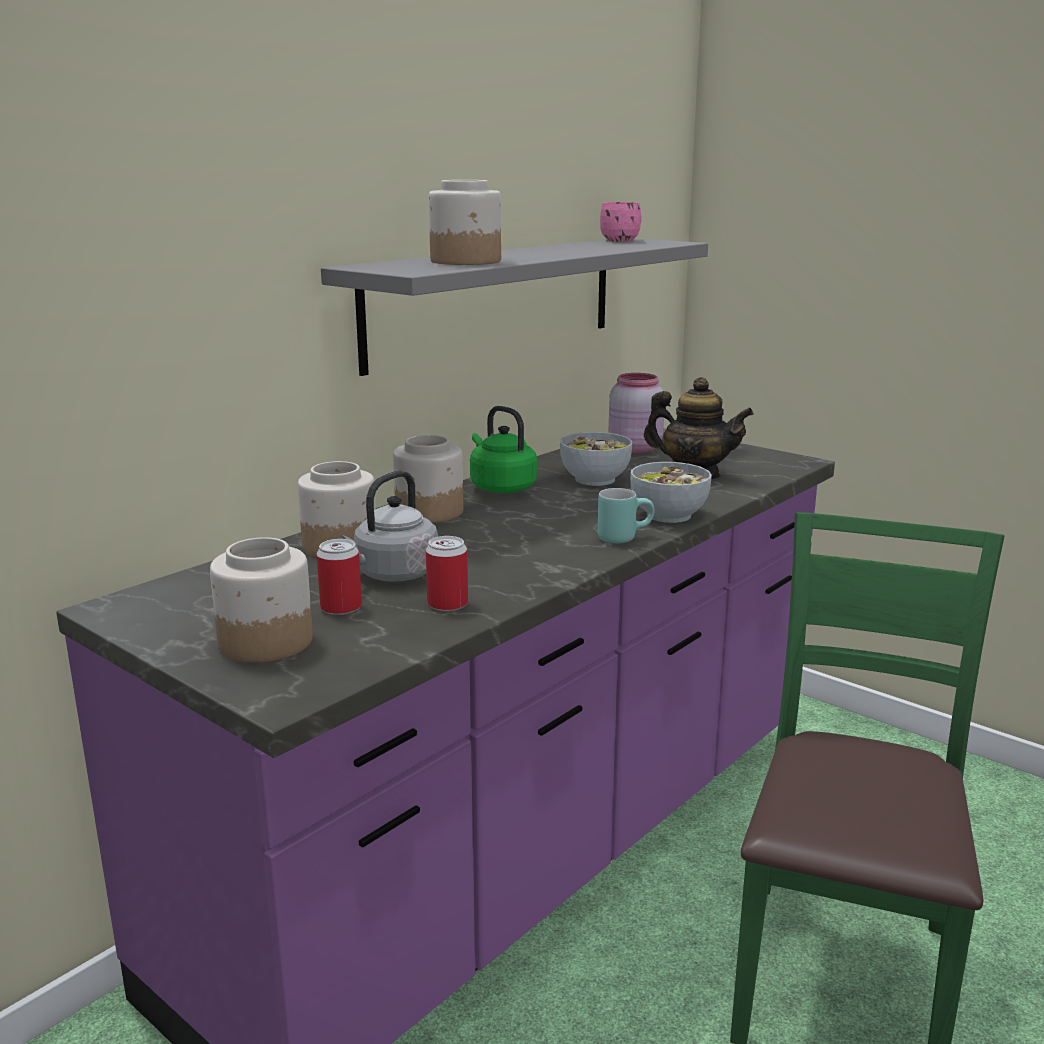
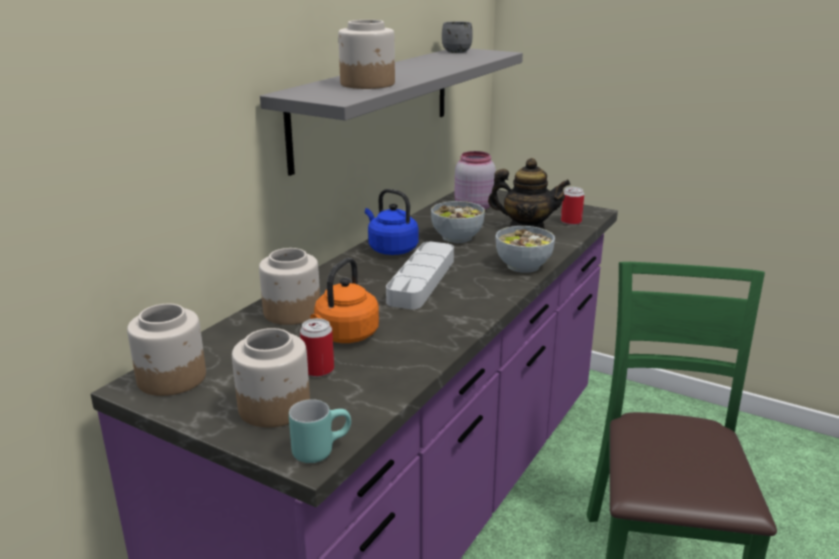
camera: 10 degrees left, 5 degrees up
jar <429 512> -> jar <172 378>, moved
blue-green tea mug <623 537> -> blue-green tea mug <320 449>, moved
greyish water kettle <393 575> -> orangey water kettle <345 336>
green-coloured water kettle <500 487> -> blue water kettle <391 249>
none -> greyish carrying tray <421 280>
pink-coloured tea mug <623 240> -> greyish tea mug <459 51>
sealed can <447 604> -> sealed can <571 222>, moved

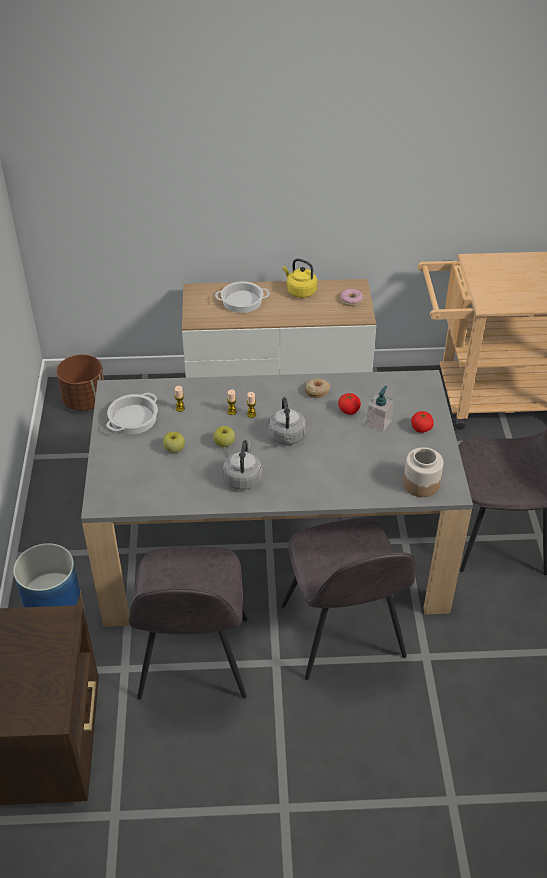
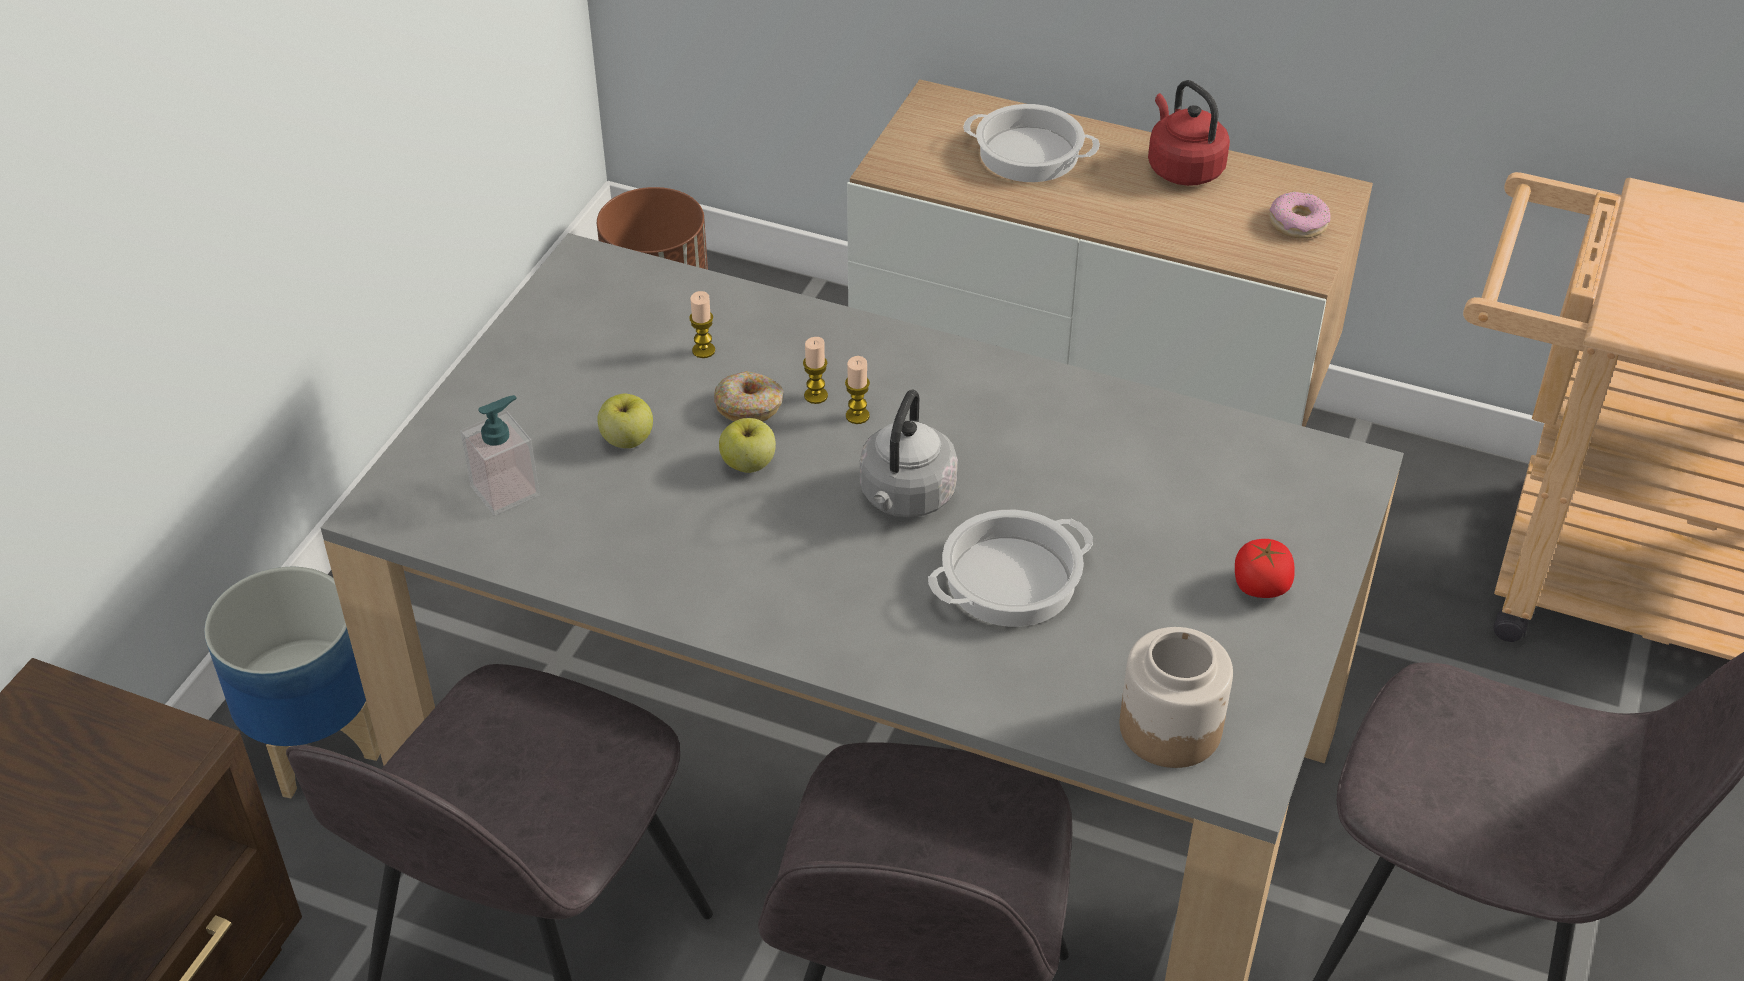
camera: 25 degrees right, 0 degrees up
soap bottle <379 423> -> soap bottle <505 491>, moved
donut <317 391> -> donut <749 406>, moved
saucepot <133 418> -> saucepot <1011 578>, moved
yellow-coloured water kettle <300 291> -> reddish water kettle <1182 168>
greyish water kettle <243 477> -> none
fresh tomato <349 410> -> none

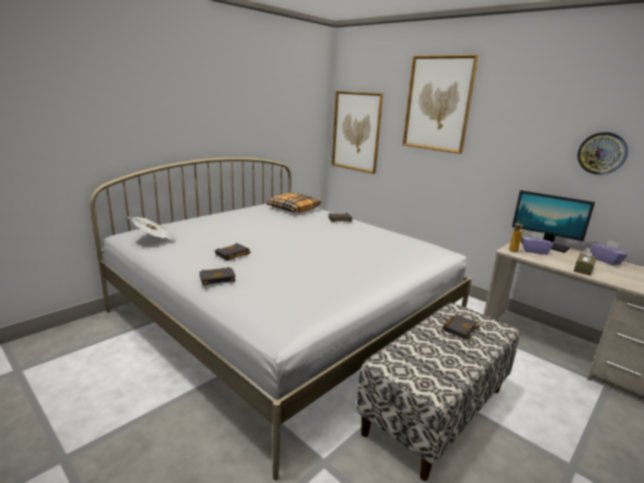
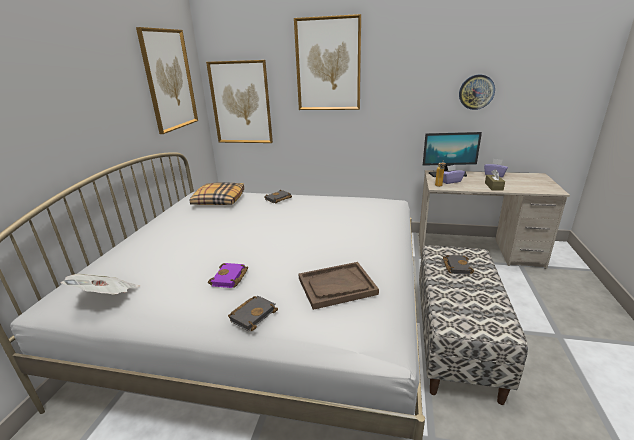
camera: 30 degrees left, 5 degrees up
none -> wall art <169 80>
black-coloured volume <232 255> -> purple-coloured volume <230 278>
none -> brown-coloured carrying tray <337 286>

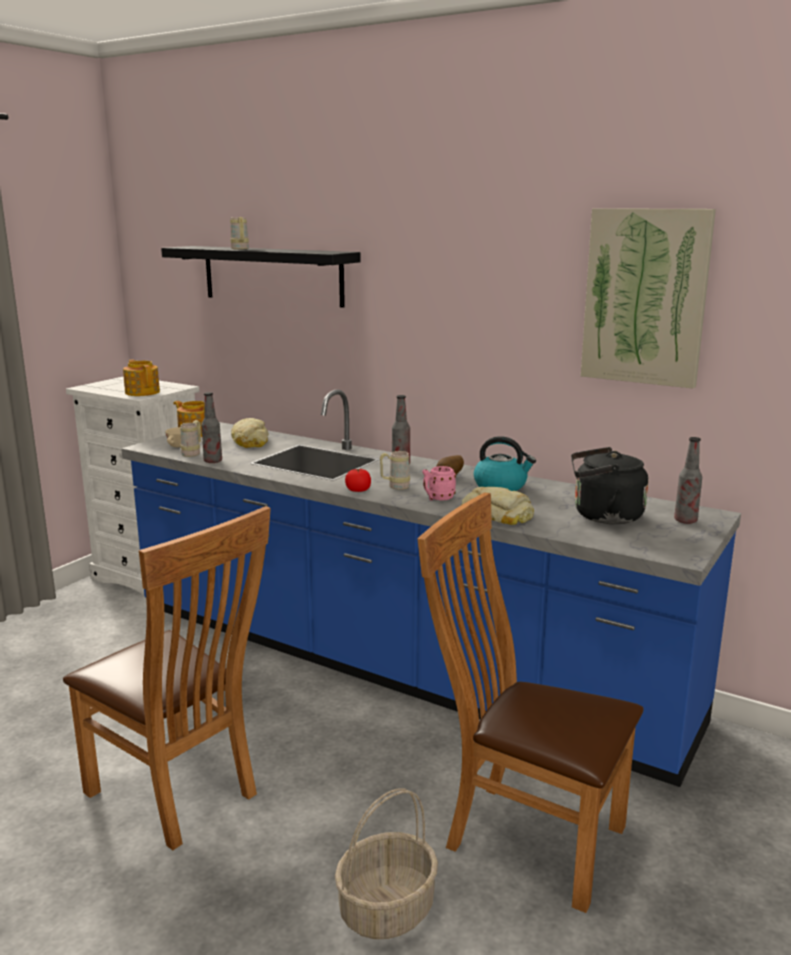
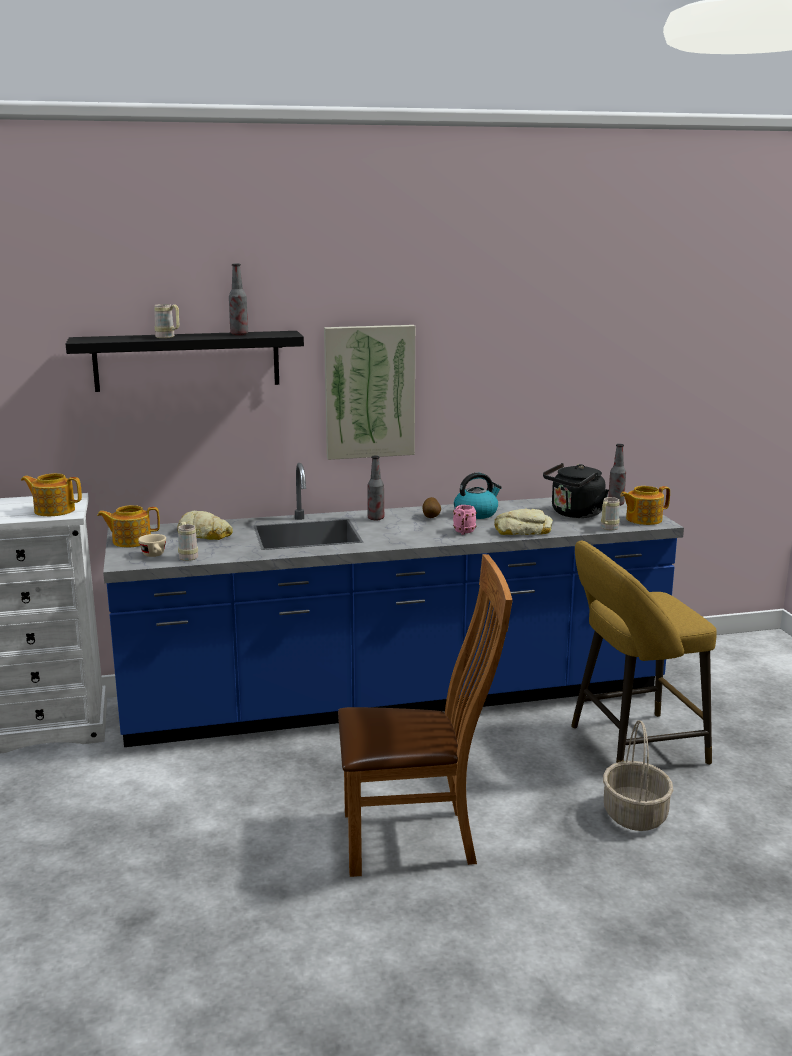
camera: 45 degrees left, 0 degrees up
drink bottle <213 461> -> drink bottle <239 334>, moved
wall art <645 297> -> wall art <369 391>, moved
brown-coloured chair <525 835> -> yellow-coloured stool <631 746>
beige-coloured tea mug <395 486> -> beige-coloured tea mug <607 528>, moved
none -> tea pot <643 519>
fresh tomato <358 490> -> none

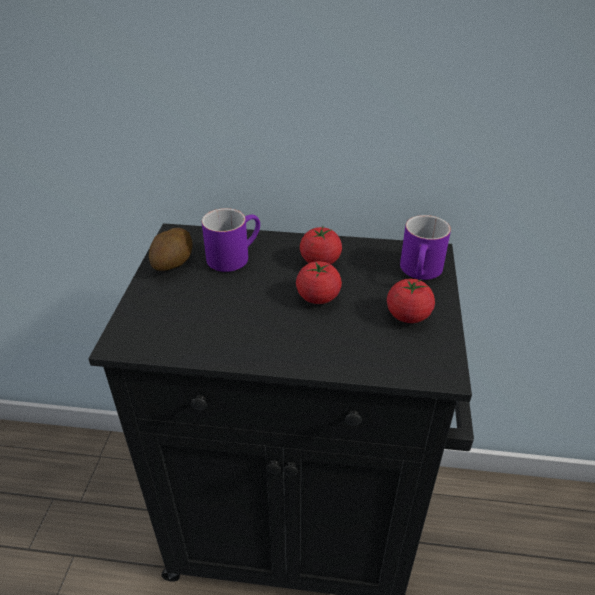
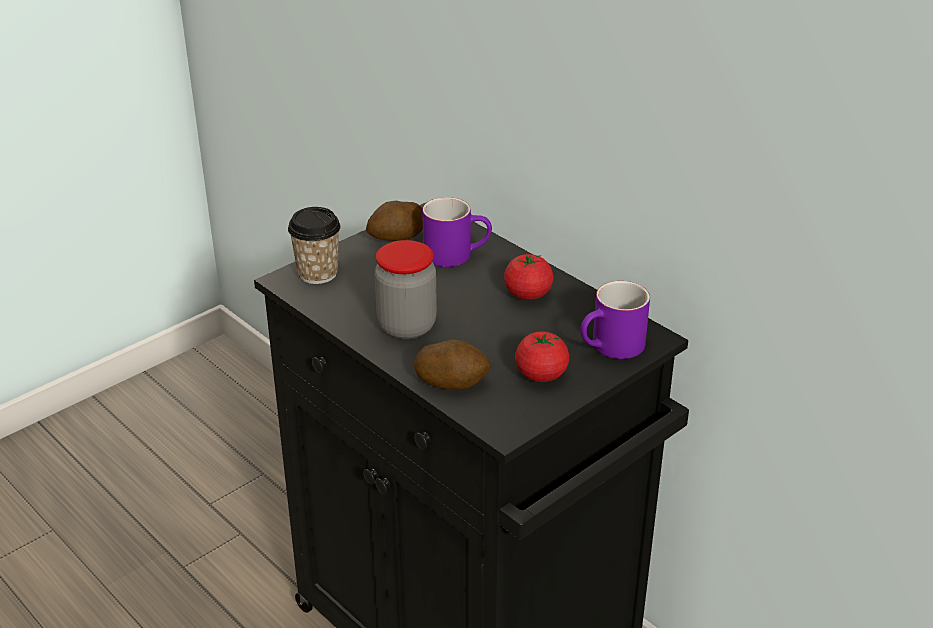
camera: 40 degrees right, 5 degrees down
none -> drinking cup <318 273>
none -> jar <407 326>
none -> whole potato <452 382>
fresh tomato <318 297> -> none

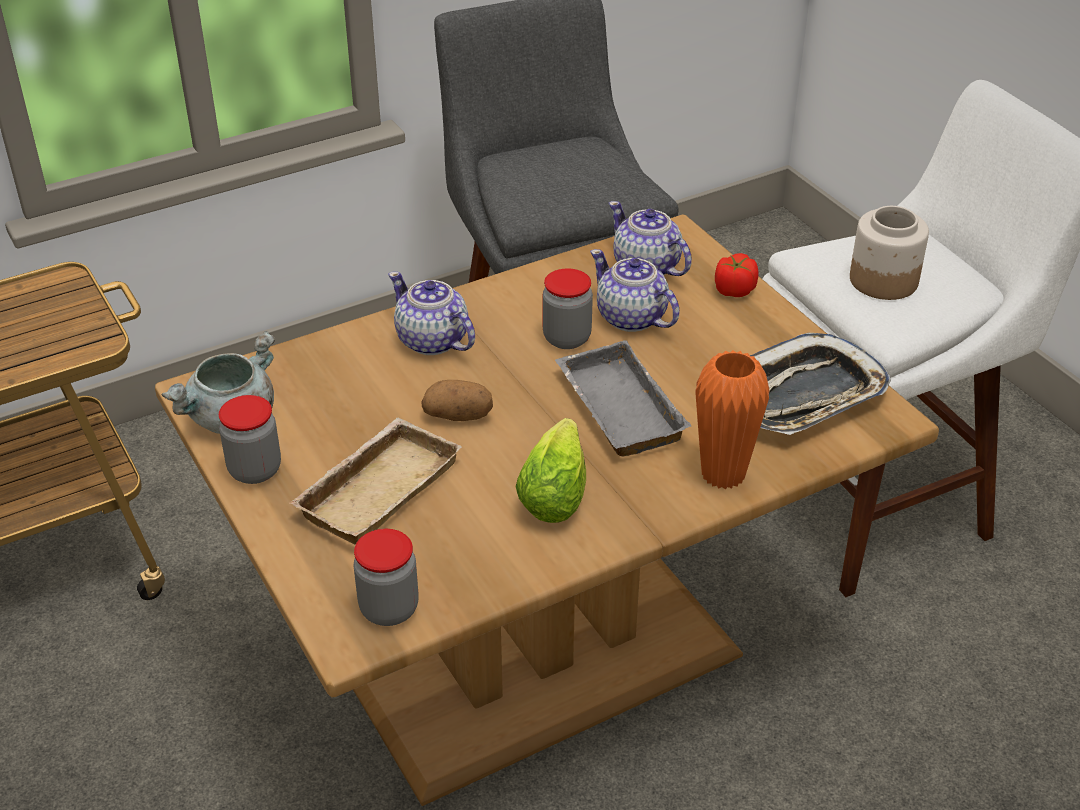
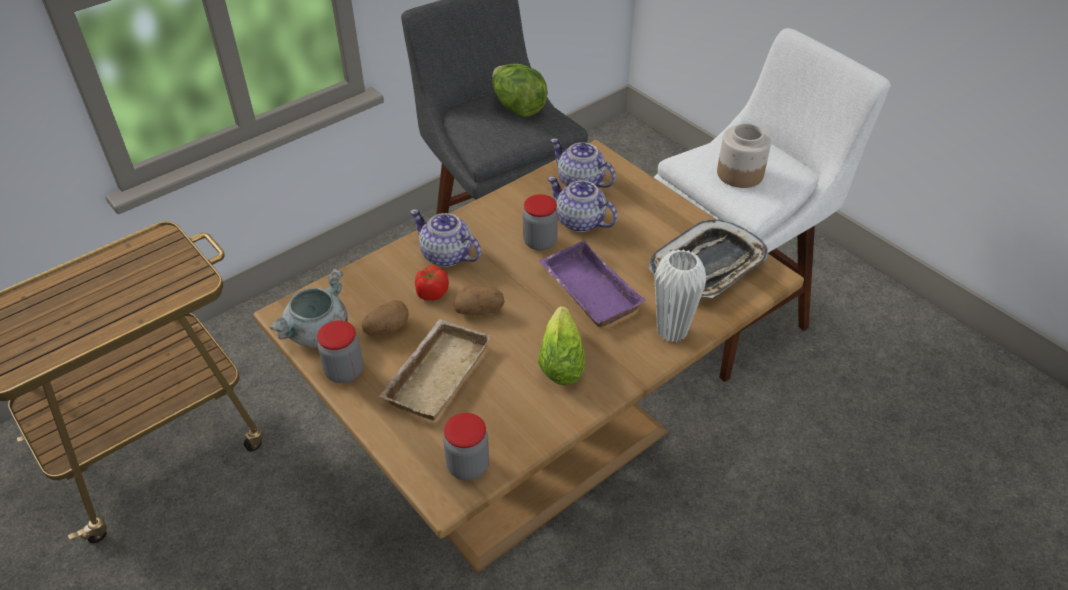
camera: 10 degrees left, 5 degrees up
none -> whole potato <387 328>
fresh tomato <734 290> -> fresh tomato <432 293>, moved
none -> lettuce <517 107>
greyish carrying tray <615 408> -> purple-coloured carrying tray <586 291>
orangey flower vase <723 474> -> white-coloured flower vase <672 331>

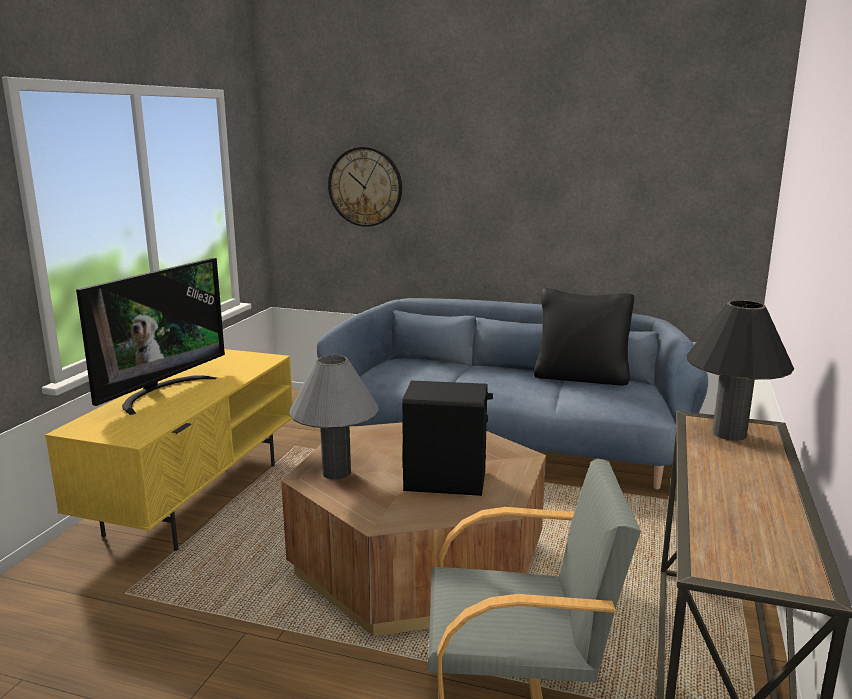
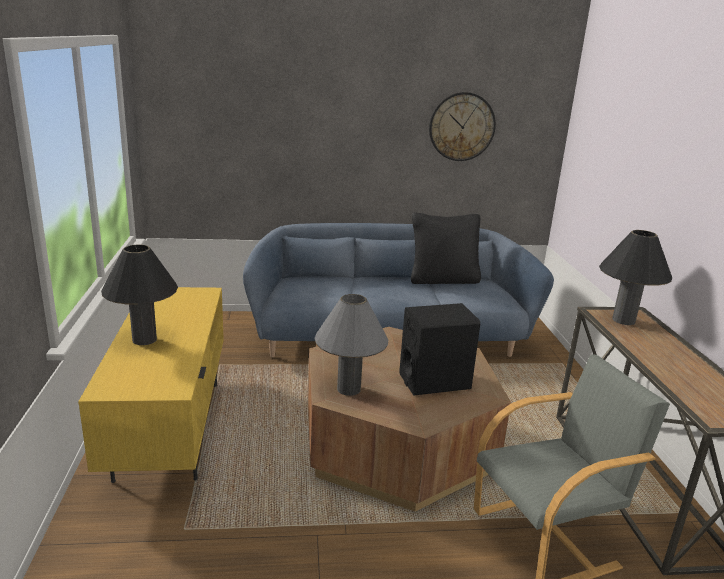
camera: 25 degrees left, 5 degrees up
TV set <161 392> -> black-coloured lamp for a table <144 339>
clock on the wall <365 187> -> clock on the wall <461 126>, moved

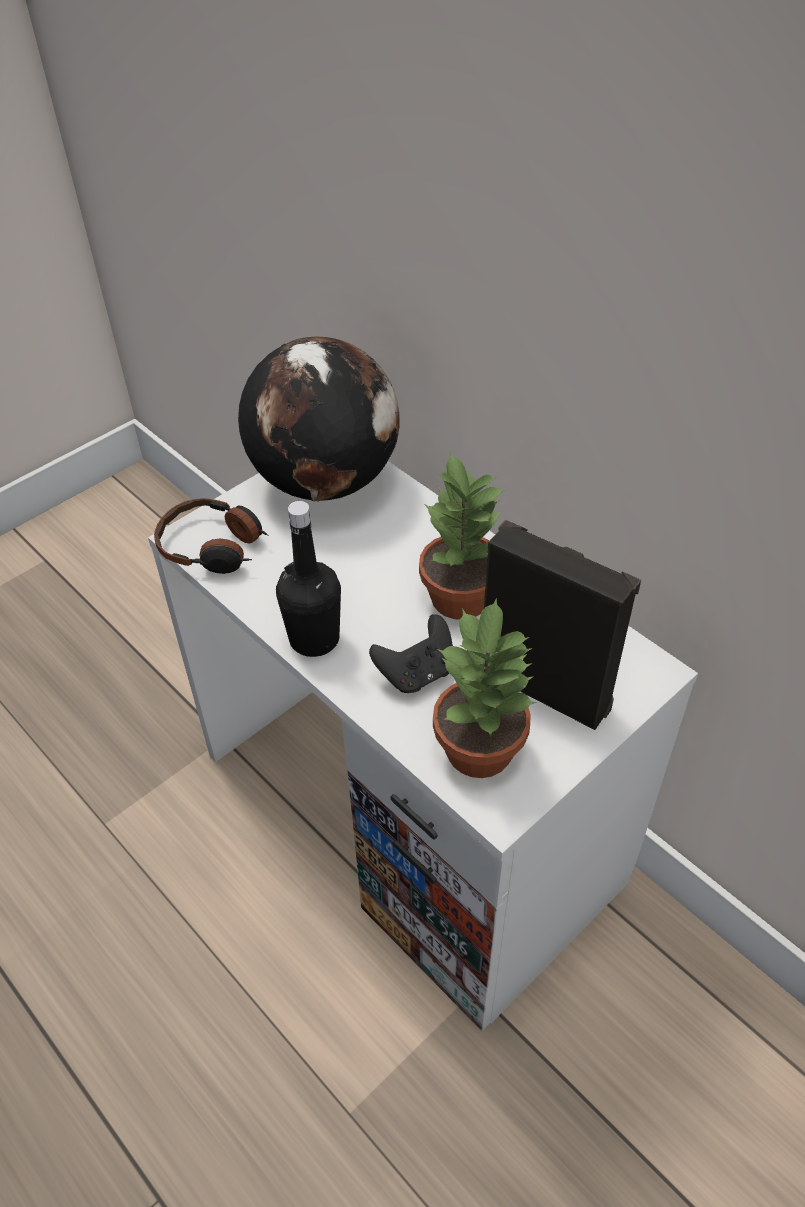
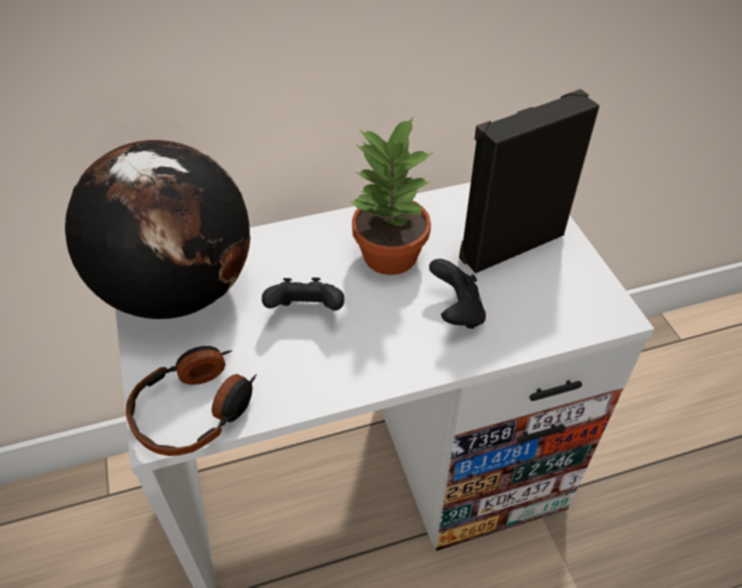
camera: 65 degrees left, 0 degrees up
none -> black-coloured gamepad <306 312>
black-coloured drink bottle <314 639> -> none
houseplant <481 749> -> none

